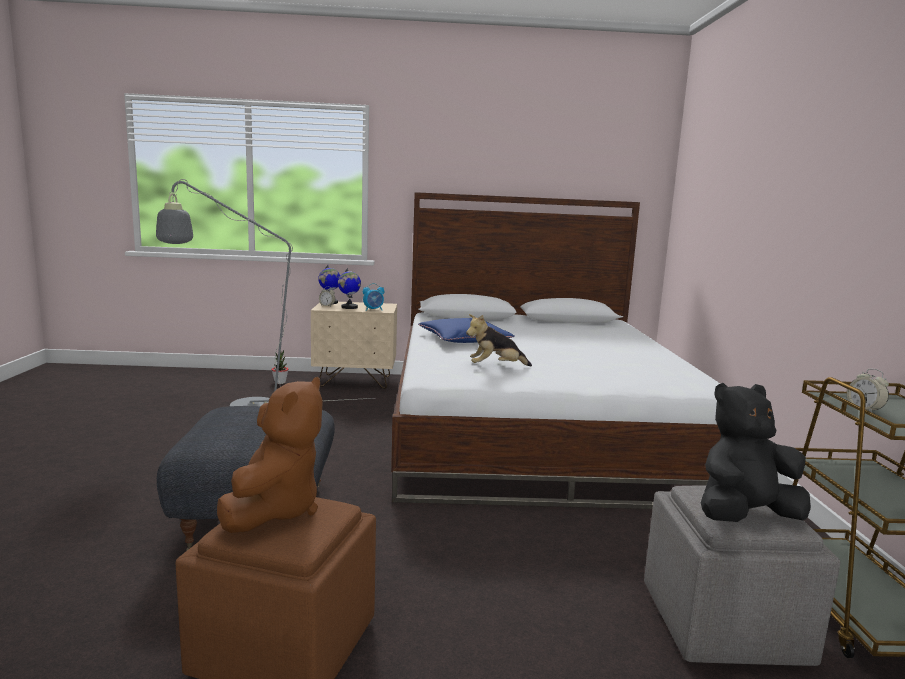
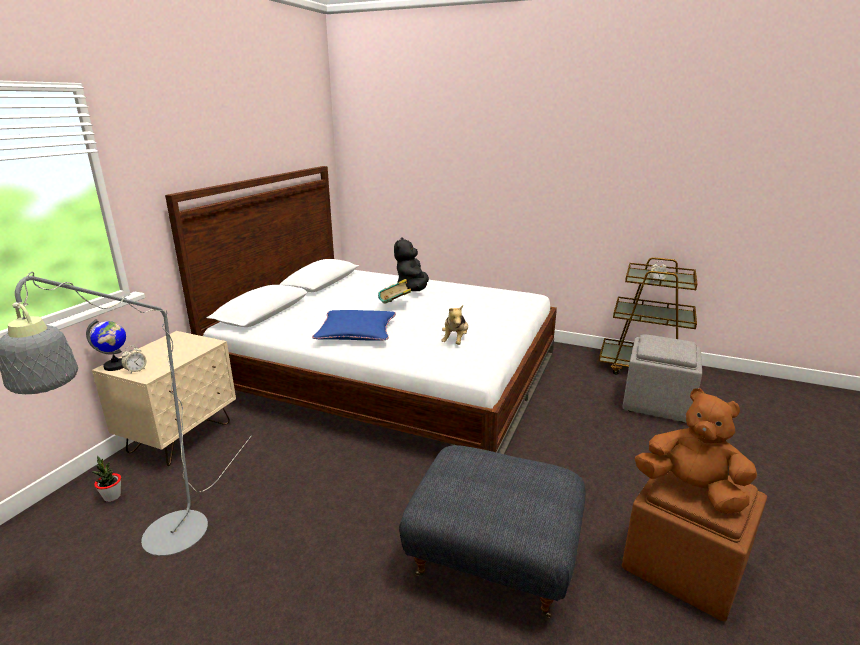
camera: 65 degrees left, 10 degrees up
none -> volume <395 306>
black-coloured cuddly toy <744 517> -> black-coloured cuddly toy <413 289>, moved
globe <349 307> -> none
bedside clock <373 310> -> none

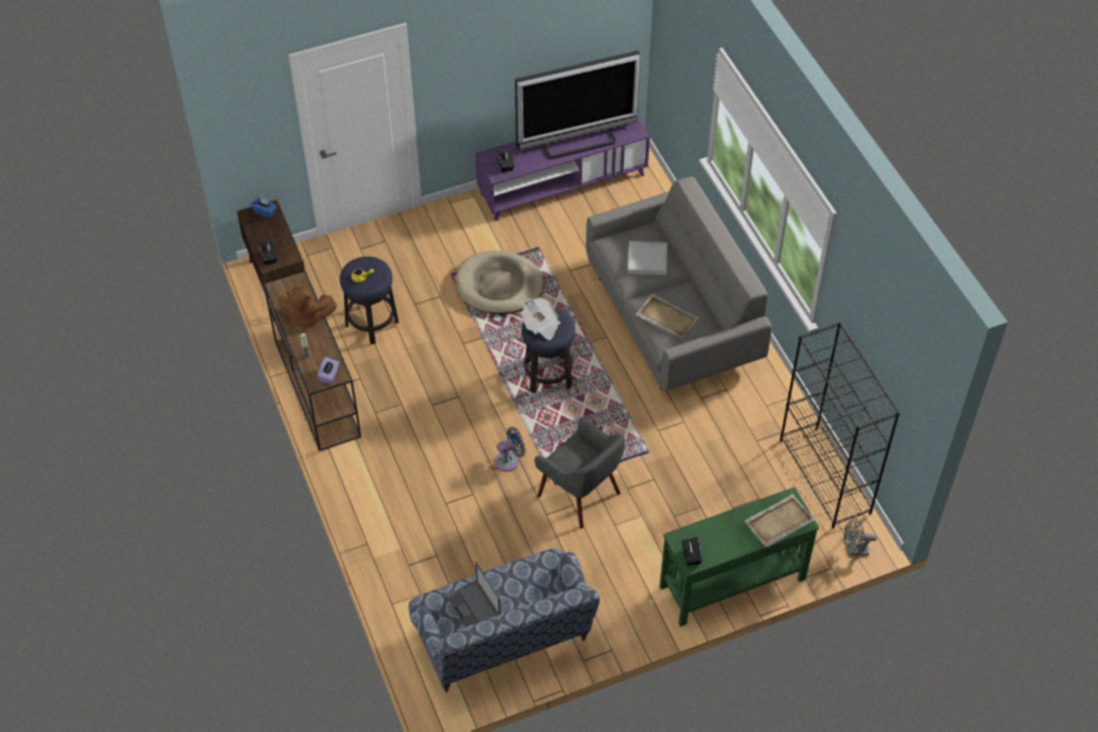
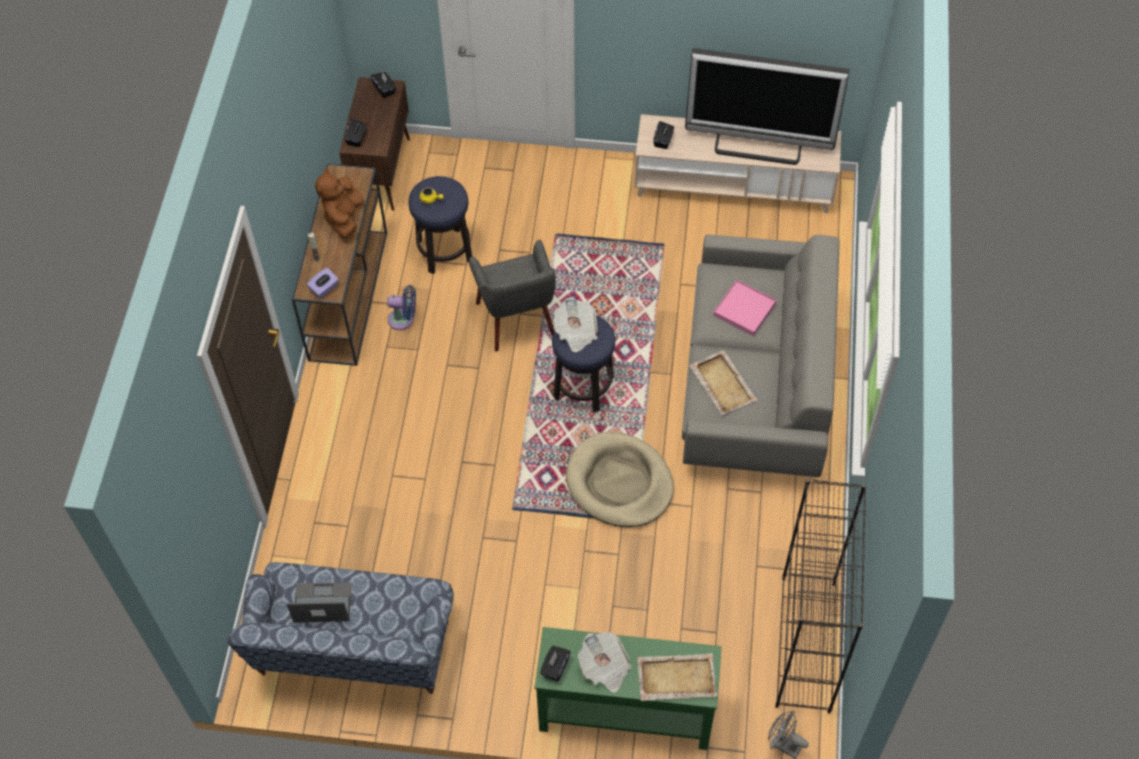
camera: 30 degrees right, 5 degrees up
notebook computer <474 607> -> notebook computer <321 603>, 90 degrees clockwise
brown-coloured cuddly toy <307 317> -> brown-coloured cuddly toy <344 218>, 60 degrees clockwise
blue tissue holder <265 212> -> black-coloured tissue holder <384 89>
blue fan <509 460> -> blue fan <403 319>, moved
greyish lounge chair <580 494> -> greyish lounge chair <516 319>, moved
beige-coloured dog cushion <499 286> -> beige-coloured dog cushion <619 483>, moved
none -> daily paper <604 667>
purple-coloured tv stand <562 184> -> beige-coloured tv stand <733 186>
white-coloured carrying tray <647 259> -> pink-coloured carrying tray <744 309>

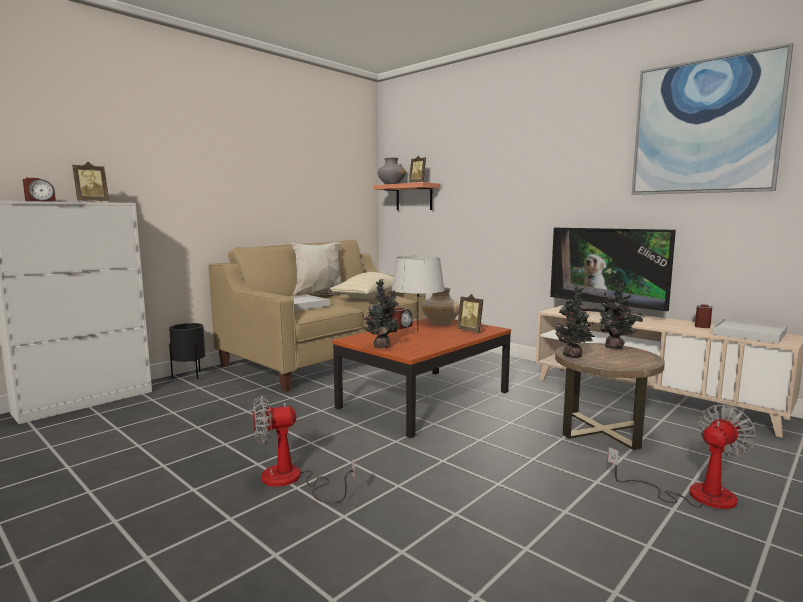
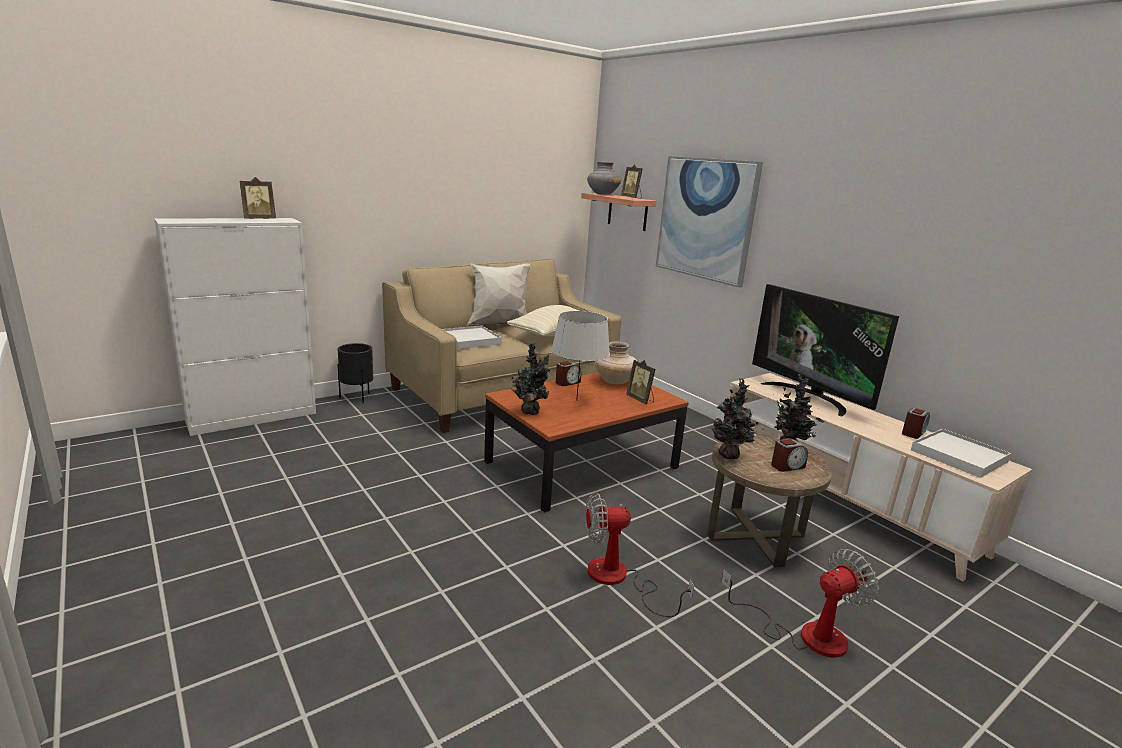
camera: 10 degrees right, 10 degrees up
fan <292 480> -> fan <619 579>, moved
wall art <704 127> -> wall art <705 219>, moved
bedside clock <40 201> -> bedside clock <787 466>, moved

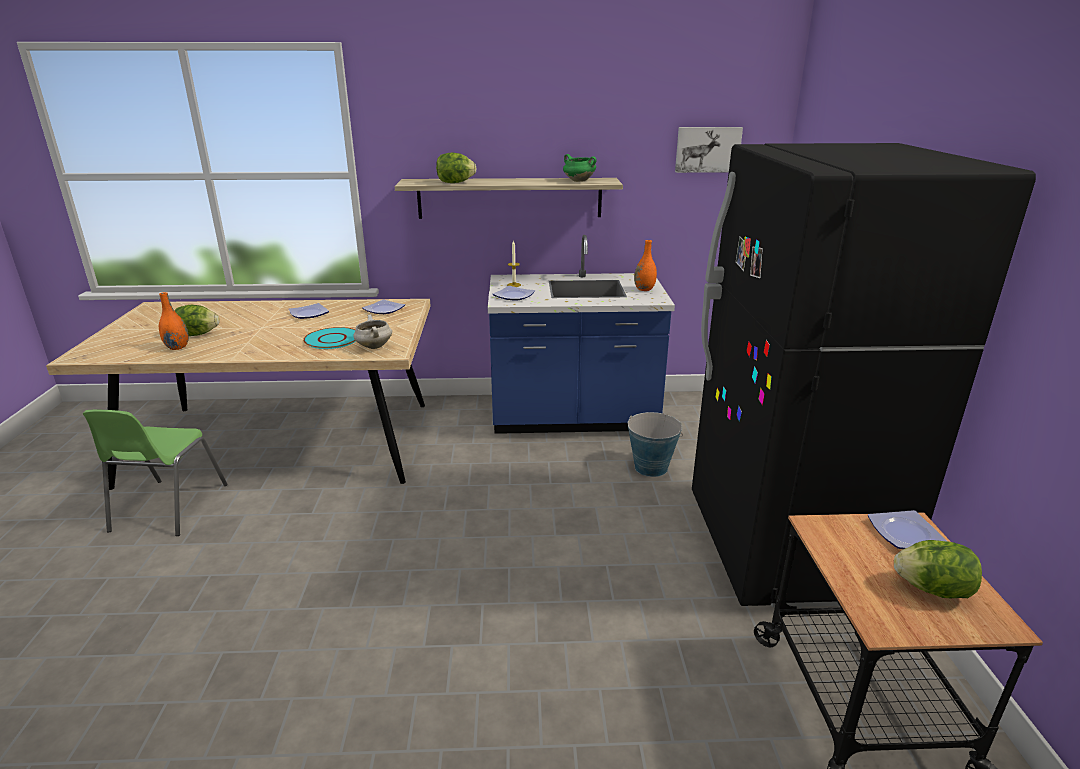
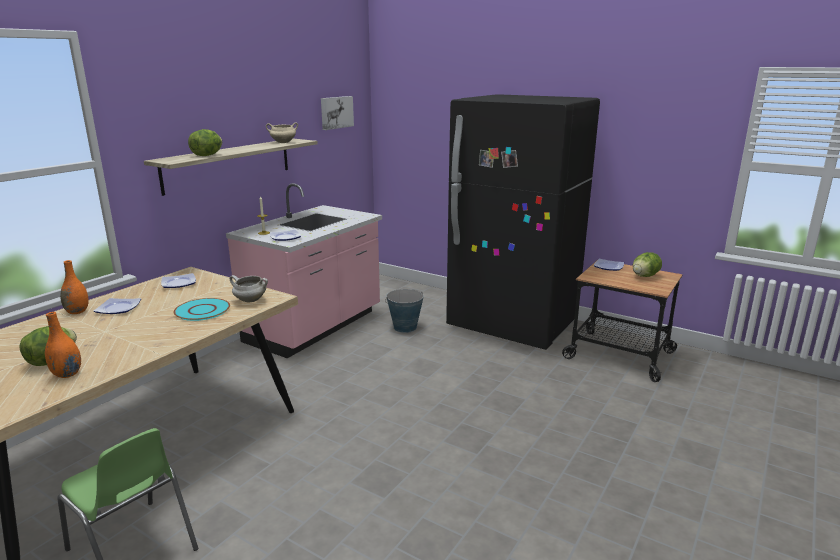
camera: 55 degrees left, 5 degrees down
orangey flower vase <644 289> -> orangey flower vase <77 311>, moved
blue counter <573 417> -> pink-coloured counter <315 327>
green-coloured saucepot <578 181> -> beige-coloured saucepot <283 142>

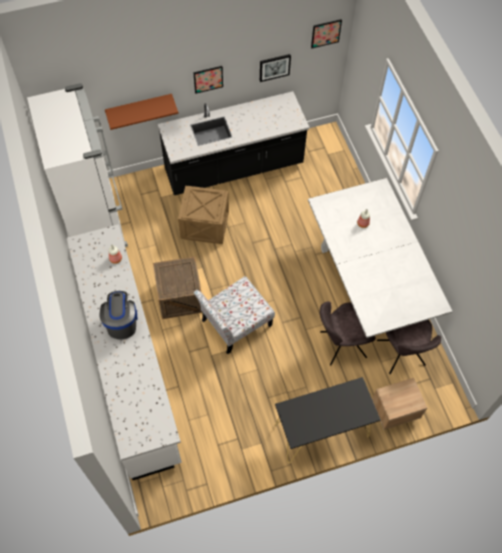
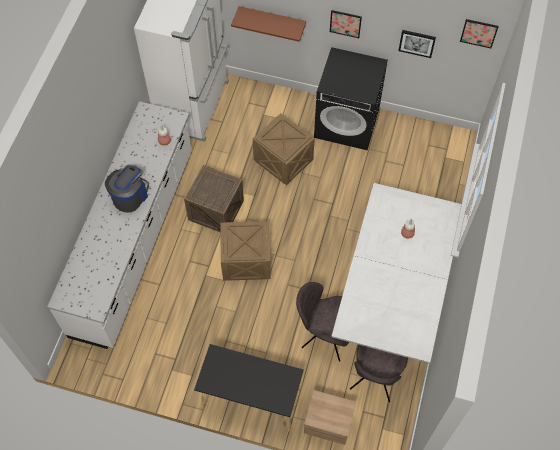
camera: 35 degrees right, 0 degrees up
chair <235 323> -> shipping crate <245 260>
black-coloured counter <234 168> -> black-coloured laundry machine <347 123>

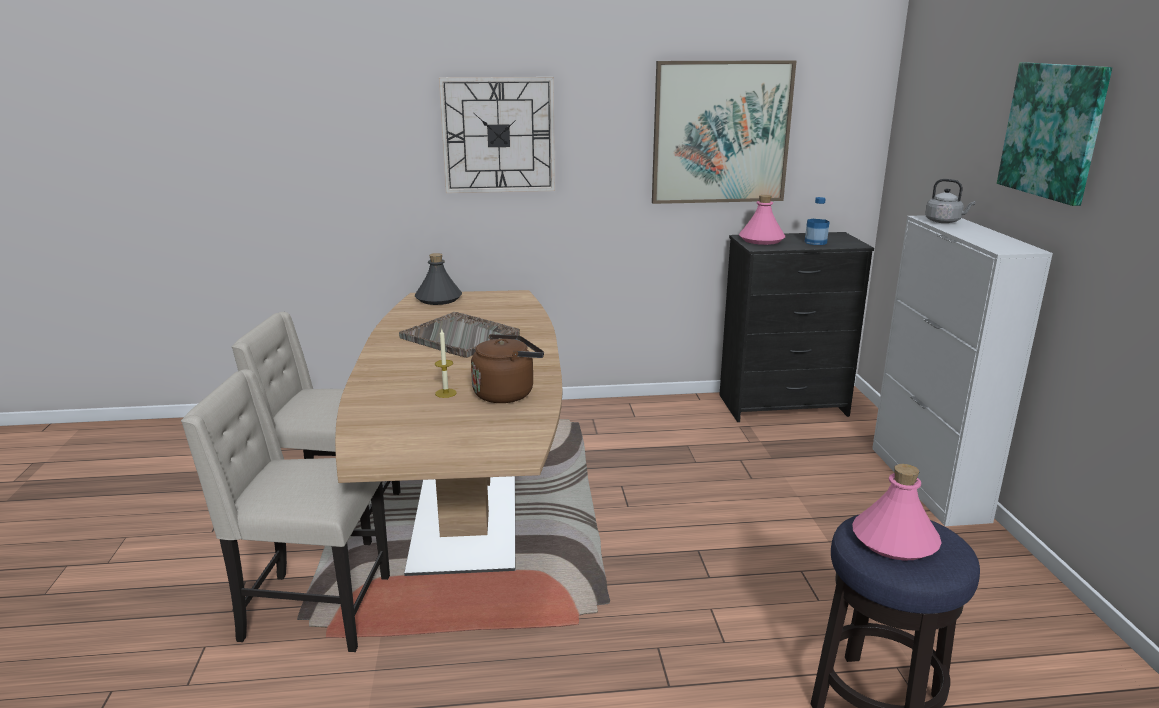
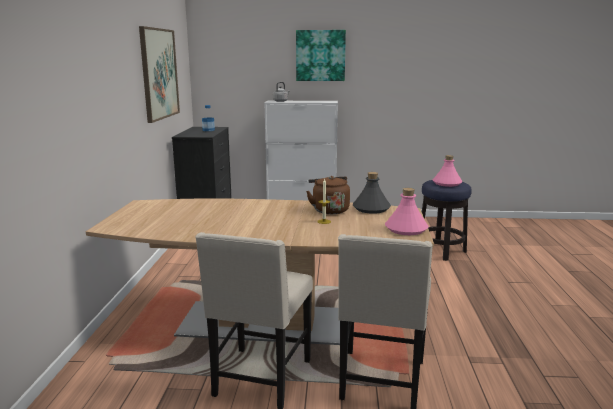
camera: 80 degrees left, 5 degrees down
greyish drink bottle <439 299> -> greyish drink bottle <371 209>, moved
pink-coloured drink bottle <761 240> -> pink-coloured drink bottle <406 229>, moved
greyish carrying tray <460 337> -> none
clock on the wall <498 135> -> none

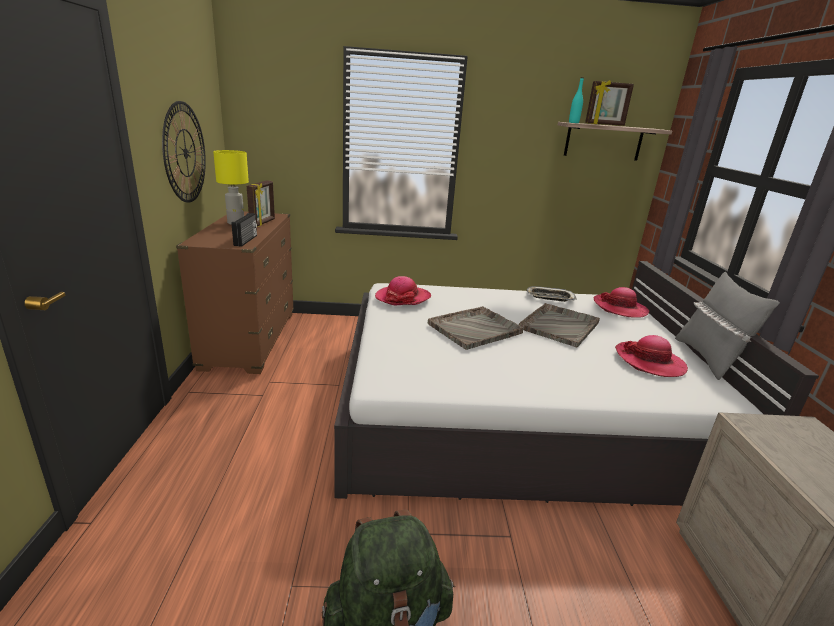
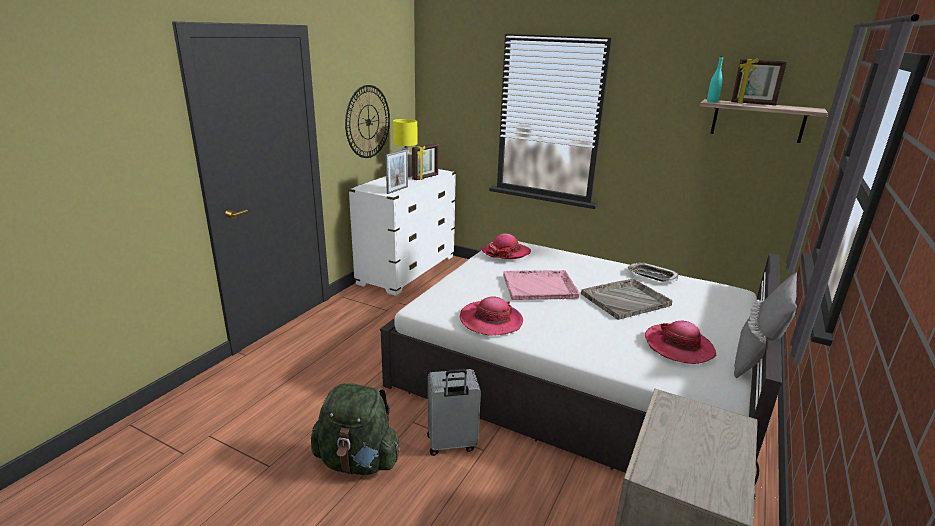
camera: 30 degrees right, 0 degrees up
brown-coloured chest of drawers <250 340> -> white-coloured chest of drawers <407 270>
radio receiver <246 240> -> standing frame <397 190>
none -> greyish travel case <451 444>
hat <619 308> -> hat <491 321>, moved
greyish carrying tray <475 328> -> pink-coloured carrying tray <540 286>

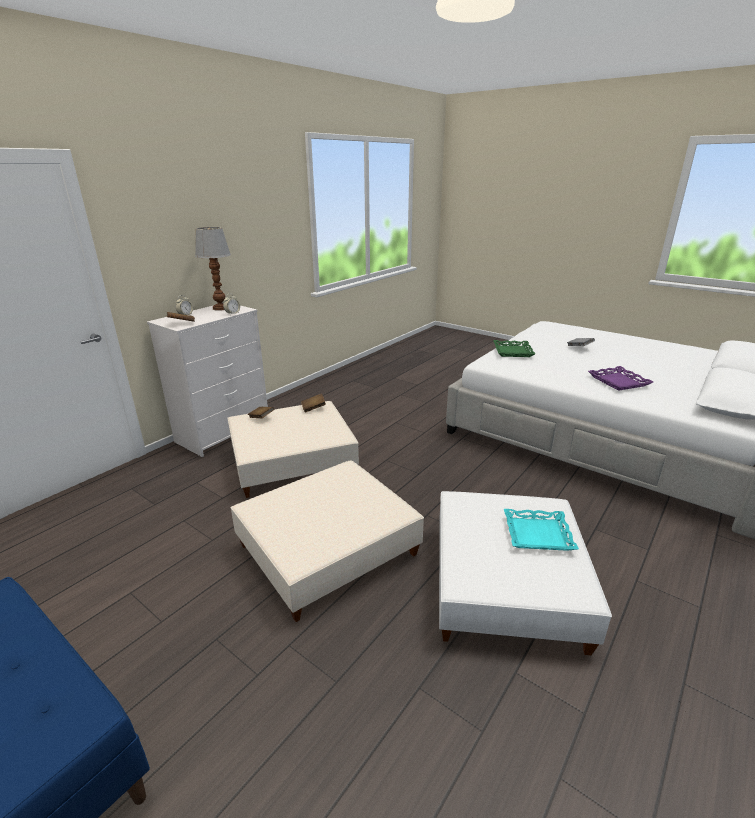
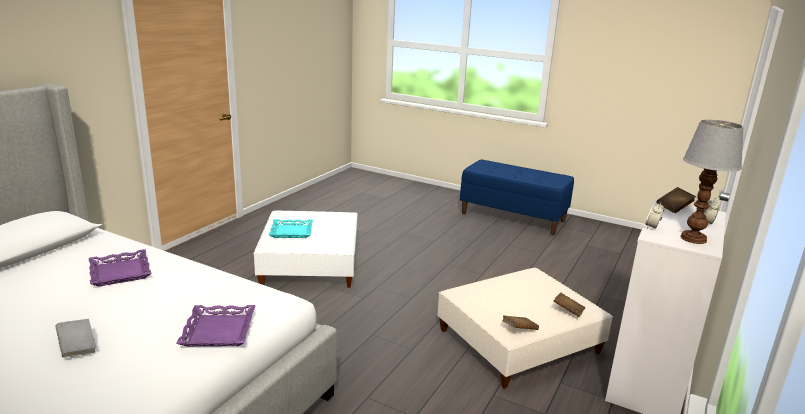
camera: 170 degrees right, 5 degrees down
green-coloured carrying tray <512 351> -> purple-coloured carrying tray <219 331>
beige-coloured pouffe <327 550> -> none

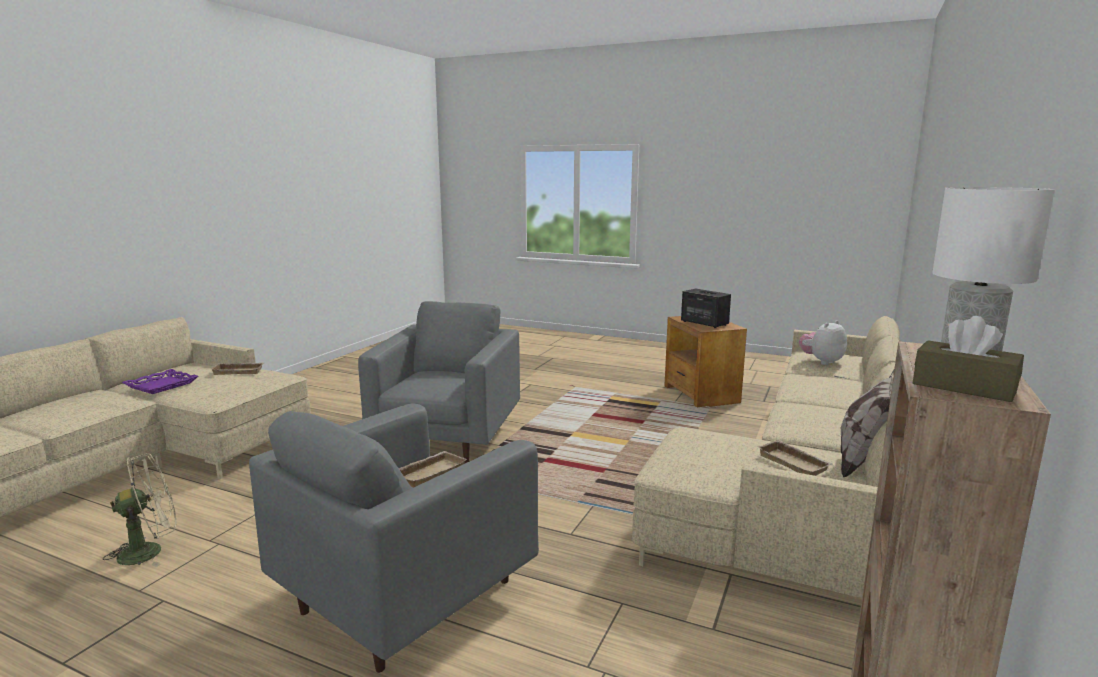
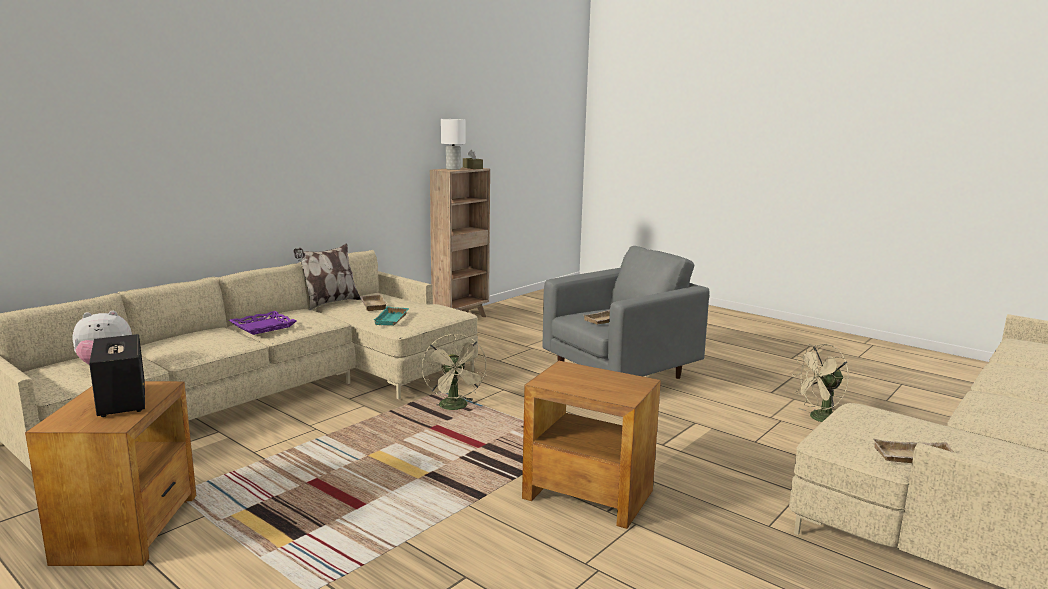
camera: 165 degrees left, 0 degrees up
purple-coloured carrying tray <162 385> -> purple-coloured carrying tray <263 326>, moved
none -> blue-green carrying tray <392 320>
none -> beige-coloured fan <455 407>
greyish lounge chair <448 439> -> brown-coloured side table <587 494>

